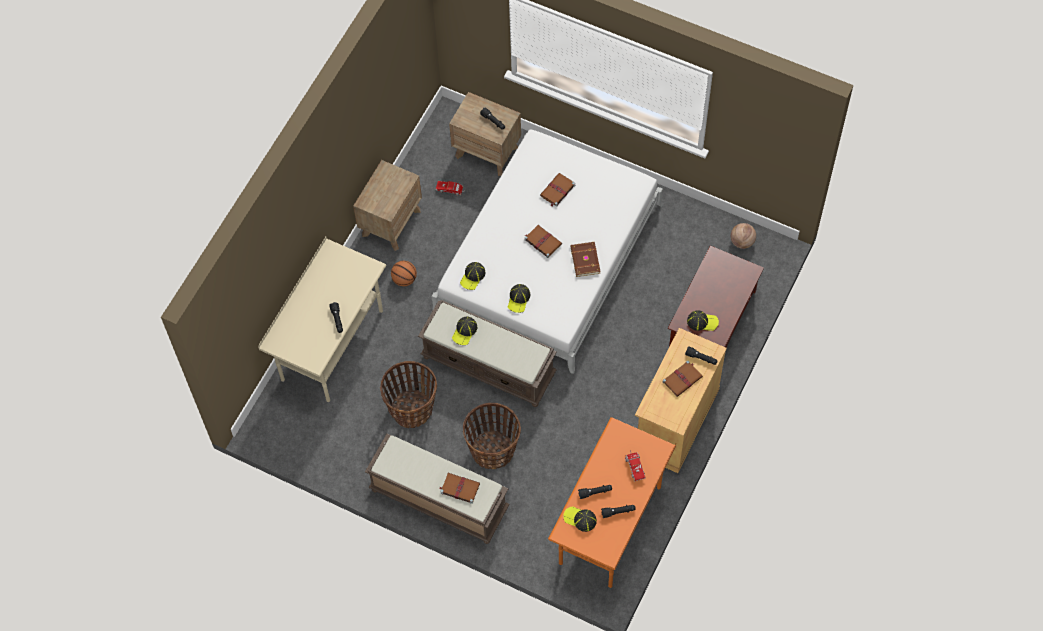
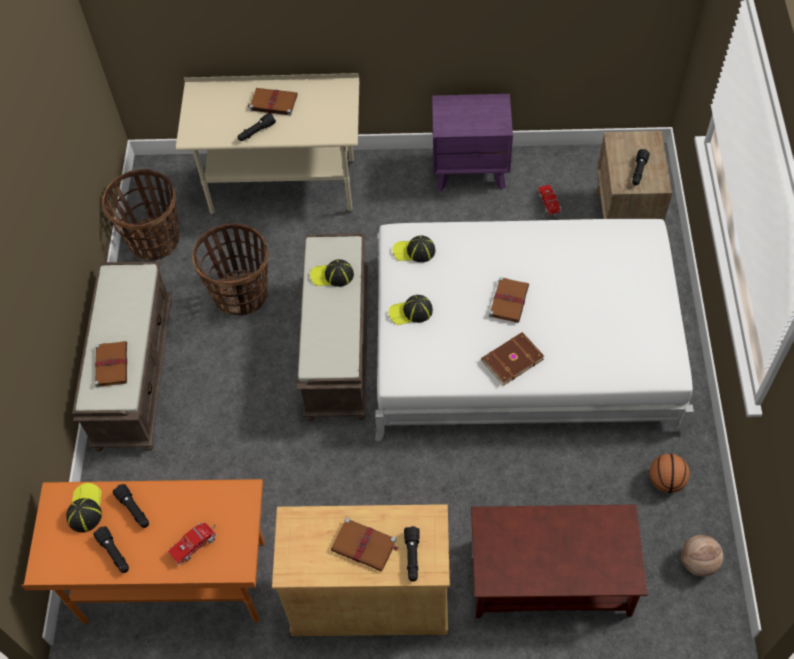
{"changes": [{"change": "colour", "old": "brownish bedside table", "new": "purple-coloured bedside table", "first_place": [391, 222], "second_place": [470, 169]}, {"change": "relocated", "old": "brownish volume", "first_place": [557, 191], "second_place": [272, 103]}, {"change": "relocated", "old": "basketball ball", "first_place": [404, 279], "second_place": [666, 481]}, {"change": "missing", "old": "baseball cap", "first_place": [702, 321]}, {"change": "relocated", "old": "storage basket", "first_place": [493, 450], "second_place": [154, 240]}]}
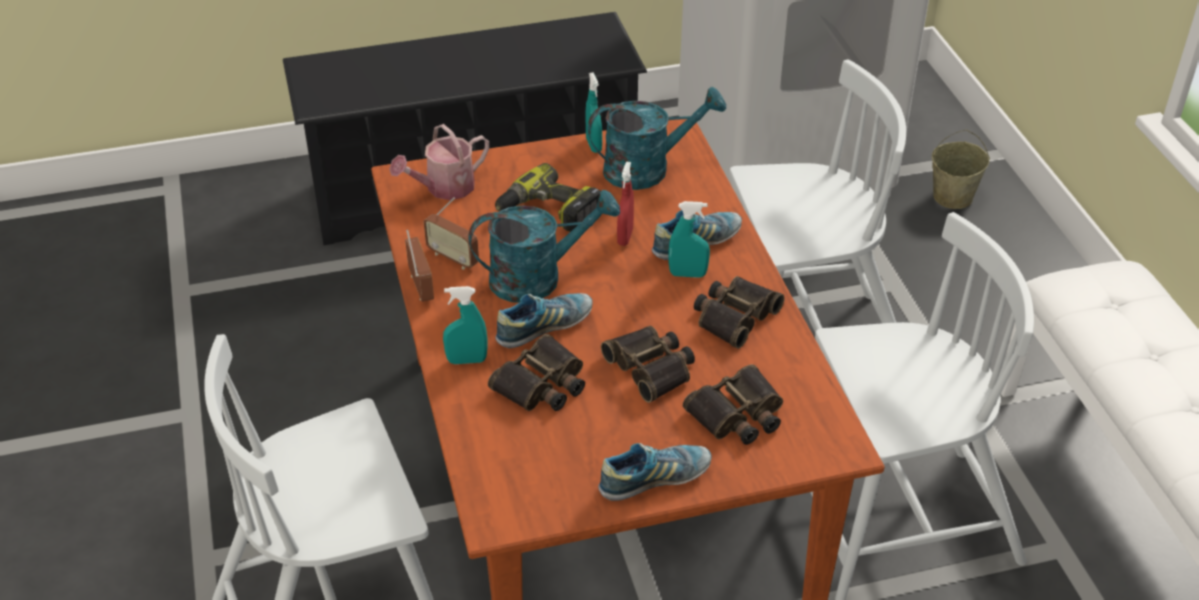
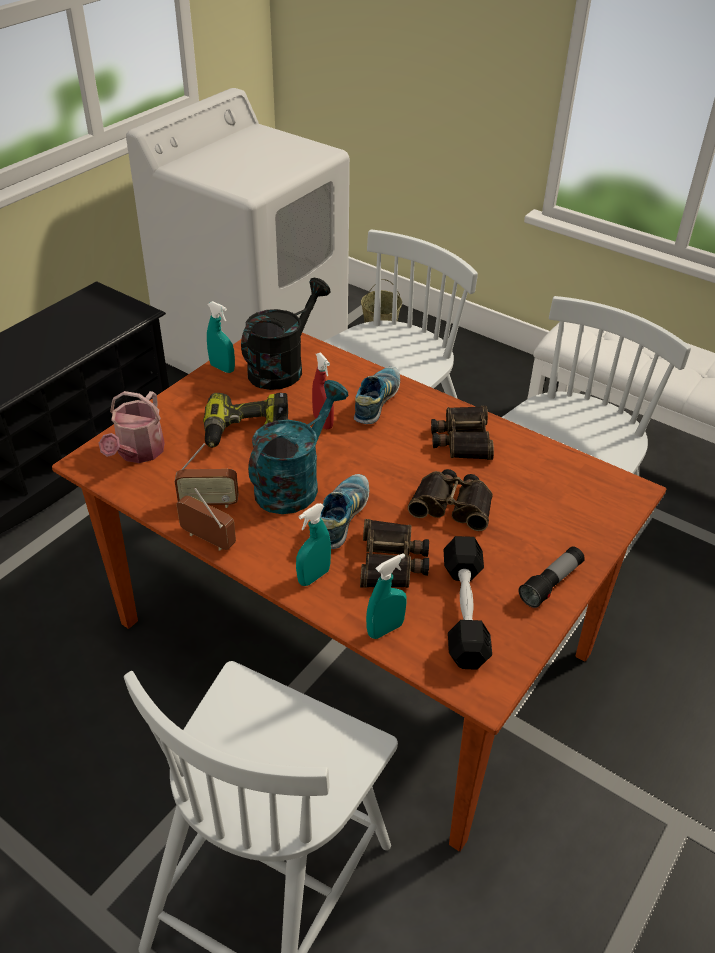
{"changes": [{"change": "colour", "old": "turquoise sprinkling can", "new": "black sprinkling can", "first_place": [648, 169], "second_place": [282, 367]}, {"change": "relocated", "old": "turquoise spray bottle", "first_place": [687, 274], "second_place": [385, 629]}, {"change": "missing", "old": "binoculars", "first_place": [738, 415]}, {"change": "exchanged", "old": "item of footwear", "new": "torch", "first_place": [654, 479], "second_place": [551, 583]}, {"change": "appeared", "new": "black dumbbell", "second_place": [464, 612]}]}
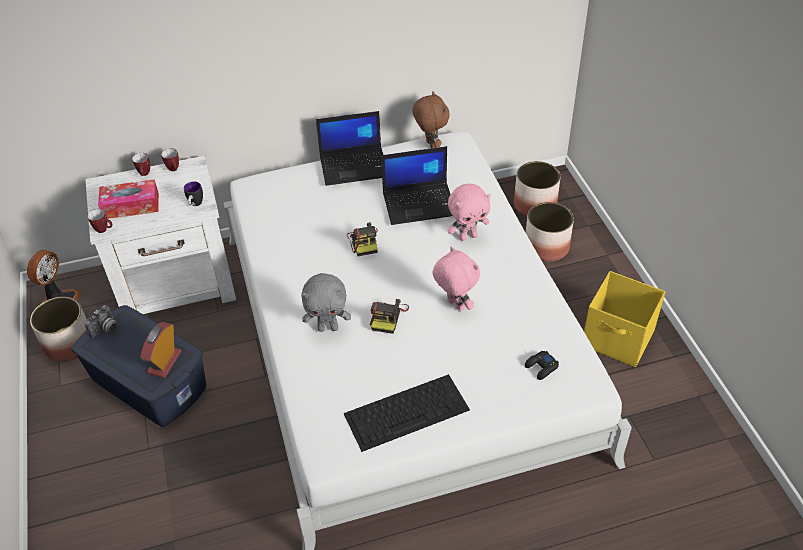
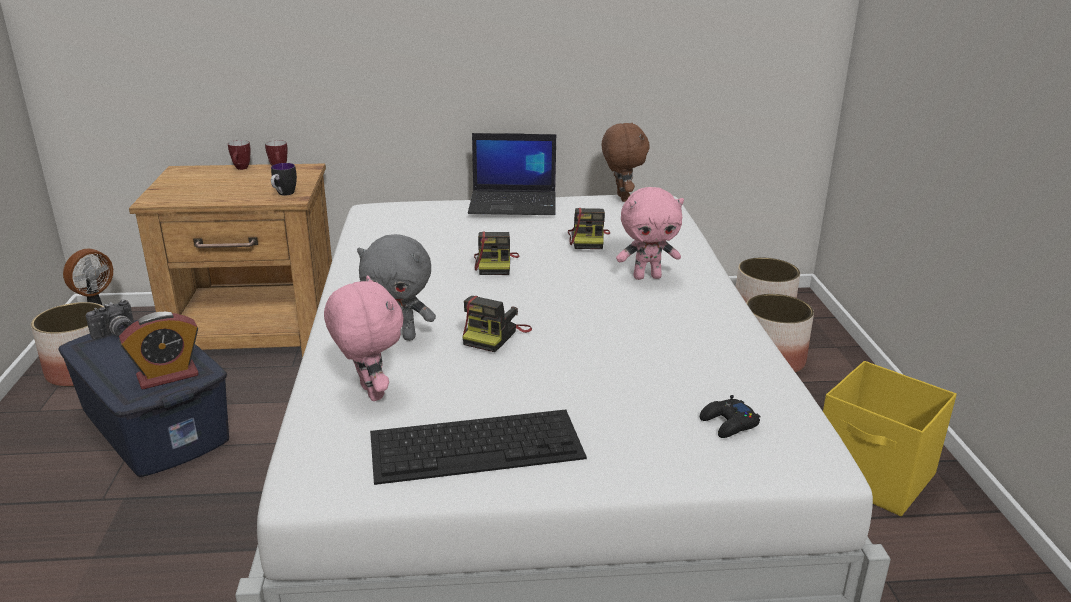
{"changes": [{"change": "exchanged", "old": "notebook computer", "new": "photo camera", "first_place": [420, 203], "second_place": [588, 239]}, {"change": "colour", "old": "white-coloured bedside table", "new": "brownish bedside table", "first_place": [178, 283], "second_place": [259, 333]}, {"change": "missing", "old": "tissue holder", "first_place": [131, 206]}, {"change": "missing", "old": "coffee mug", "first_place": [104, 230]}, {"change": "relocated", "old": "pink-coloured soft toy", "first_place": [454, 305], "second_place": [369, 393]}, {"change": "spun", "old": "bedside clock", "first_place": [164, 362], "second_place": [167, 376], "degrees": -150}]}
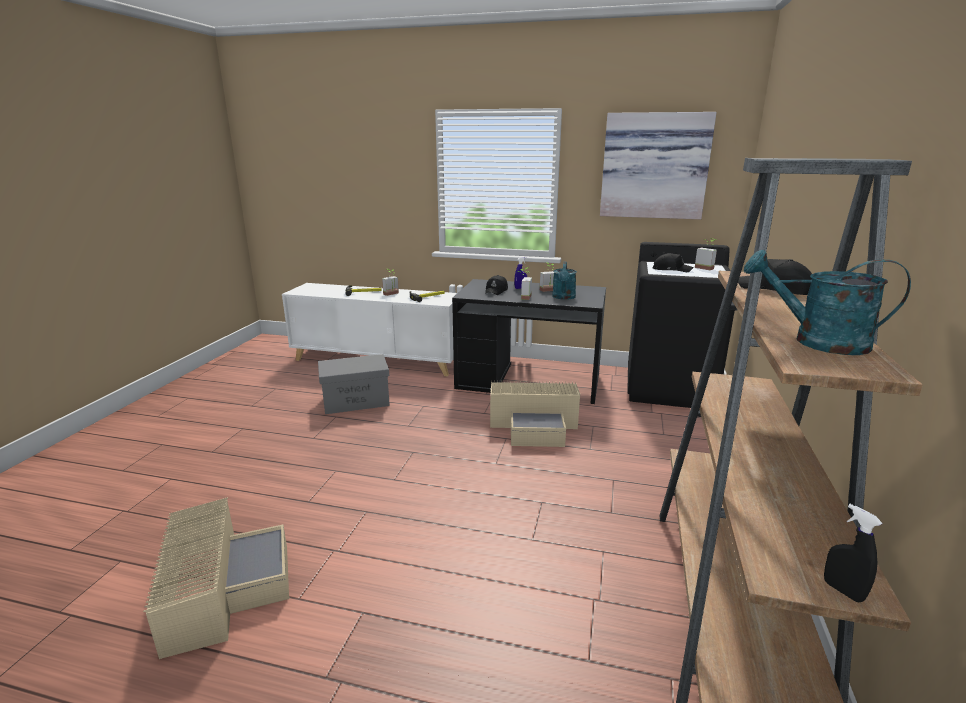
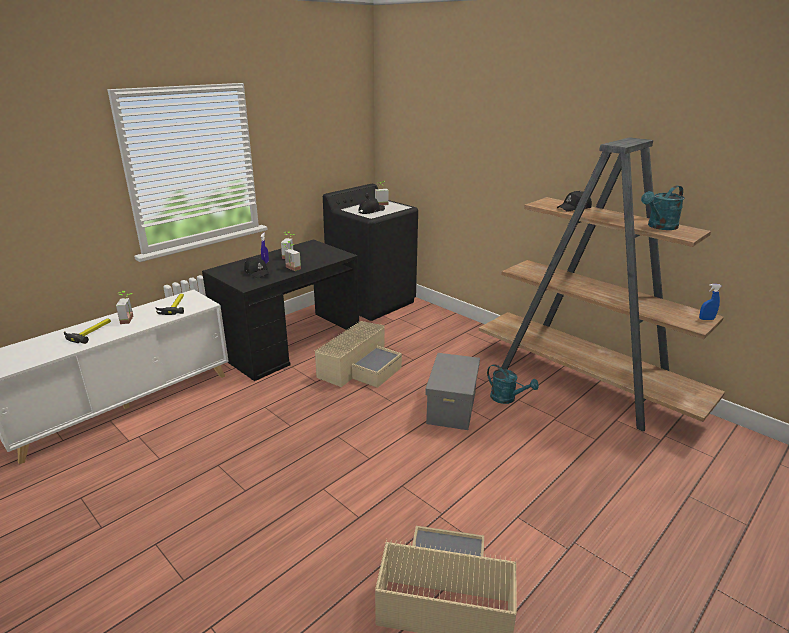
{"changes": [{"change": "missing", "old": "wall art", "first_place": [654, 166]}, {"change": "relocated", "old": "turquoise sprinkling can", "first_place": [563, 297], "second_place": [507, 398]}, {"change": "relocated", "old": "grey storage container", "first_place": [356, 401], "second_place": [451, 407]}, {"change": "colour", "old": "black spray bottle", "new": "blue spray bottle", "first_place": [842, 591], "second_place": [706, 319]}]}
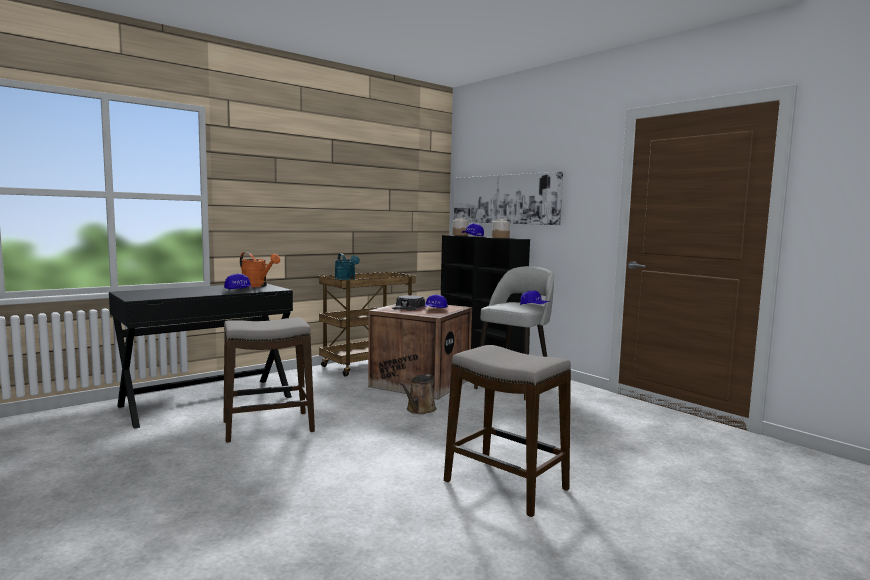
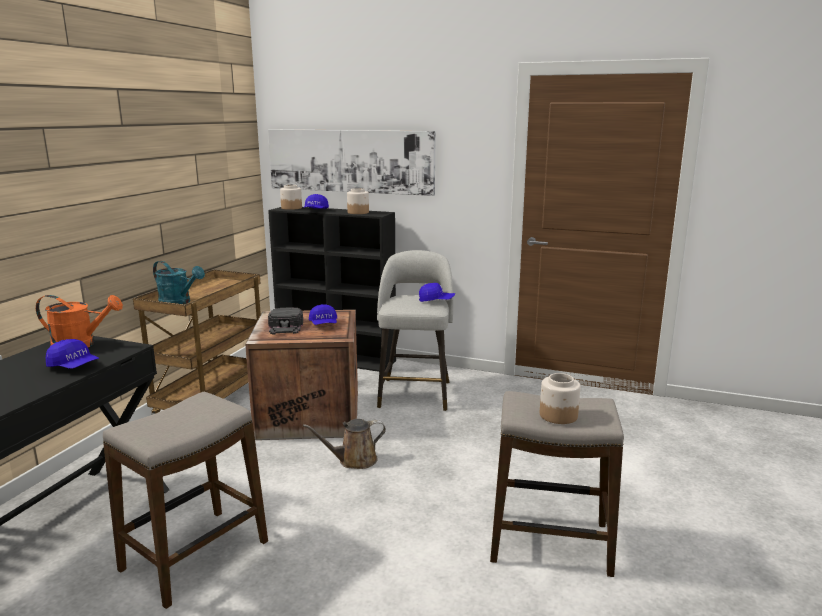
{"changes": [{"change": "spun", "old": "brownish sprinkling can", "first_place": [419, 410], "second_place": [354, 460], "degrees": 75}, {"change": "appeared", "new": "preserve jar", "second_place": [557, 415]}]}
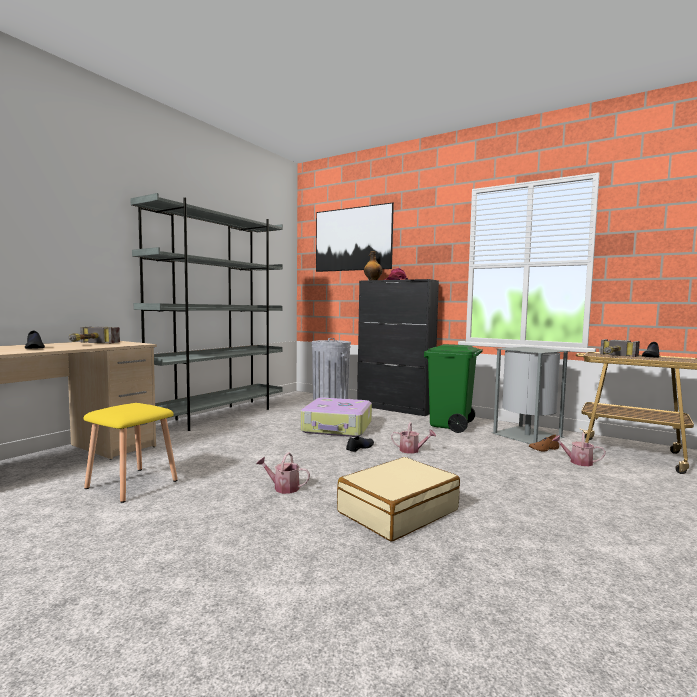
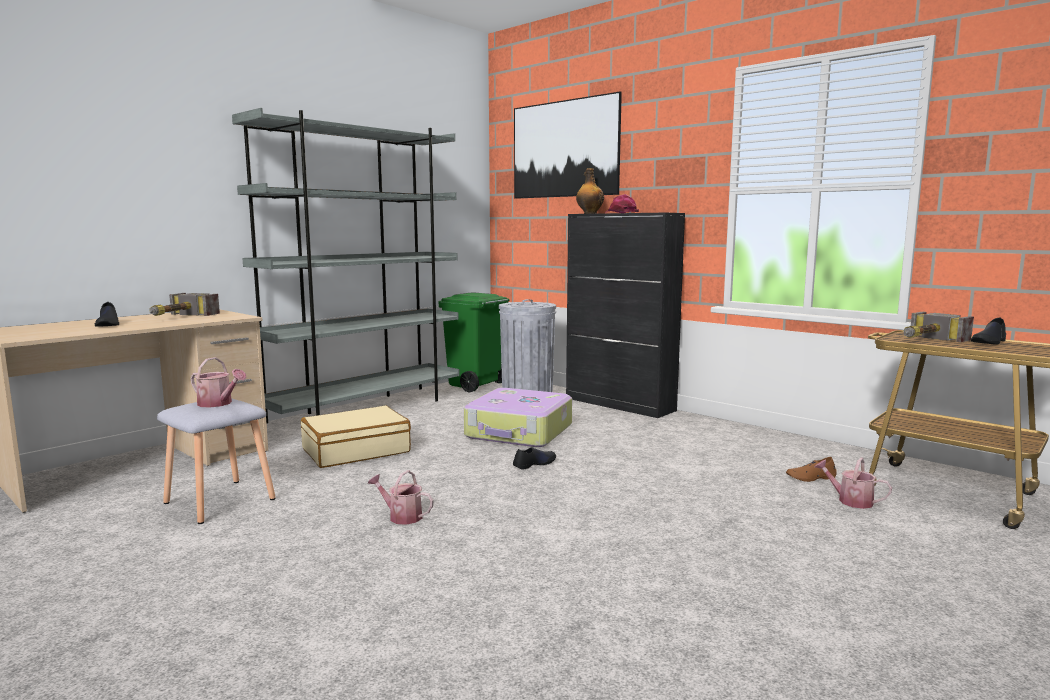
{"changes": [{"change": "relocated", "old": "green rubbish bin", "first_place": [450, 425], "second_place": [475, 385]}, {"change": "missing", "old": "grey rubbish bin", "first_place": [528, 435]}, {"change": "colour", "old": "yellow-coloured stool seat", "new": "grey stool seat", "first_place": [131, 485], "second_place": [218, 501]}, {"change": "relocated", "old": "sprinkling can", "first_place": [412, 450], "second_place": [218, 404]}, {"change": "relocated", "old": "beige suitcase", "first_place": [397, 511], "second_place": [356, 450]}]}
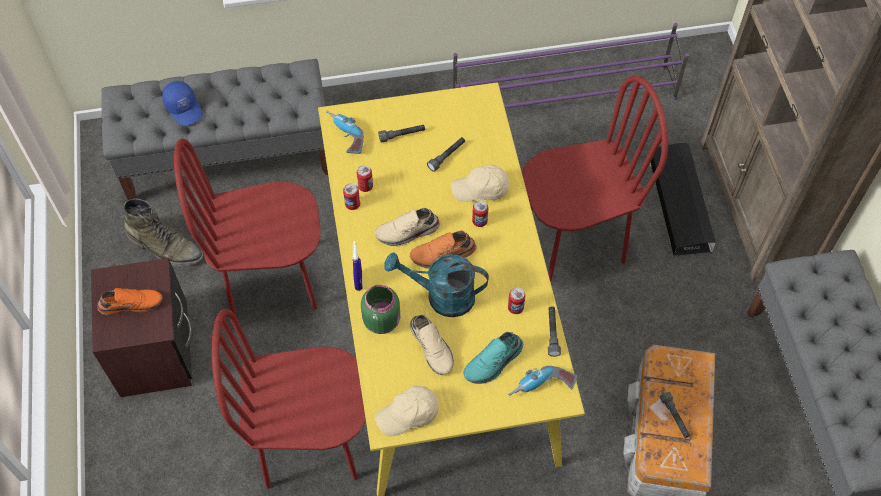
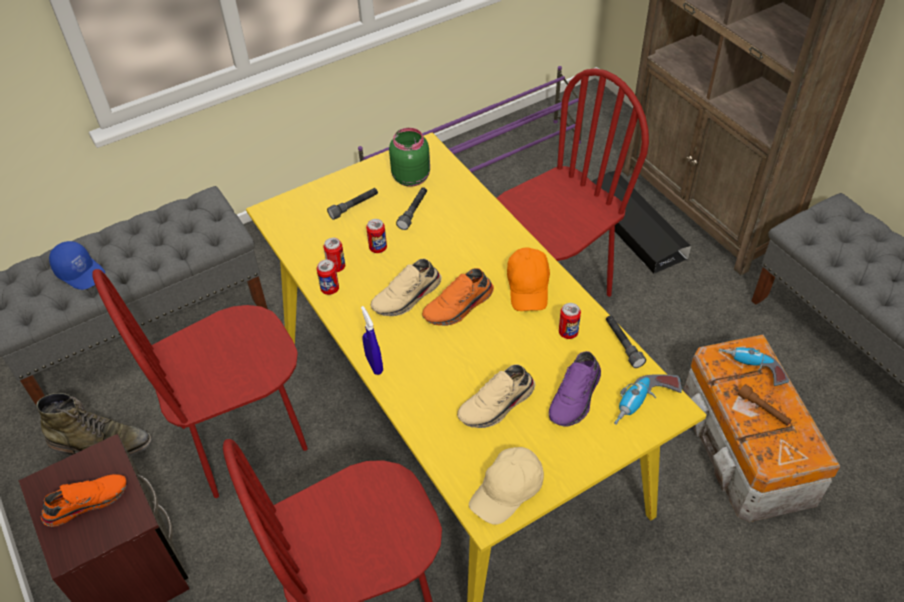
{"changes": [{"change": "relocated", "old": "electric drill", "first_place": [344, 136], "second_place": [751, 369]}, {"change": "missing", "old": "beige baseball cap", "first_place": [481, 189]}, {"change": "relocated", "old": "sealed can", "first_place": [479, 221], "second_place": [378, 248]}, {"change": "missing", "old": "turquoise sprinkling can", "first_place": [441, 296]}, {"change": "relocated", "old": "green preserve jar", "first_place": [382, 320], "second_place": [411, 177]}, {"change": "spun", "old": "beige item of footwear", "first_place": [433, 347], "second_place": [497, 405], "degrees": 105}, {"change": "colour", "old": "turquoise item of footwear", "new": "purple-coloured item of footwear", "first_place": [494, 363], "second_place": [576, 397]}, {"change": "colour", "old": "grey torch", "new": "brownish torch", "first_place": [674, 417], "second_place": [763, 410]}, {"change": "appeared", "new": "orange-coloured baseball cap", "second_place": [528, 287]}]}
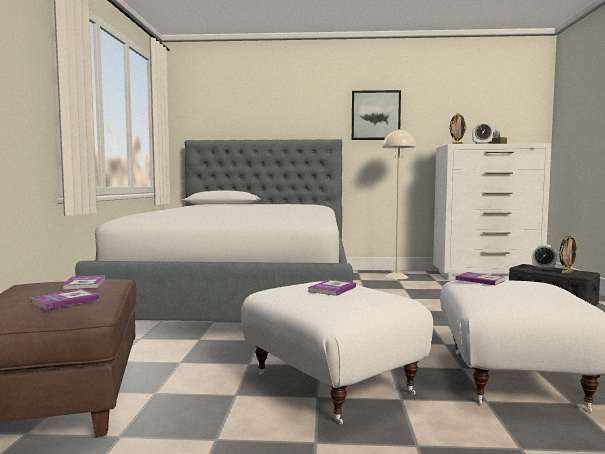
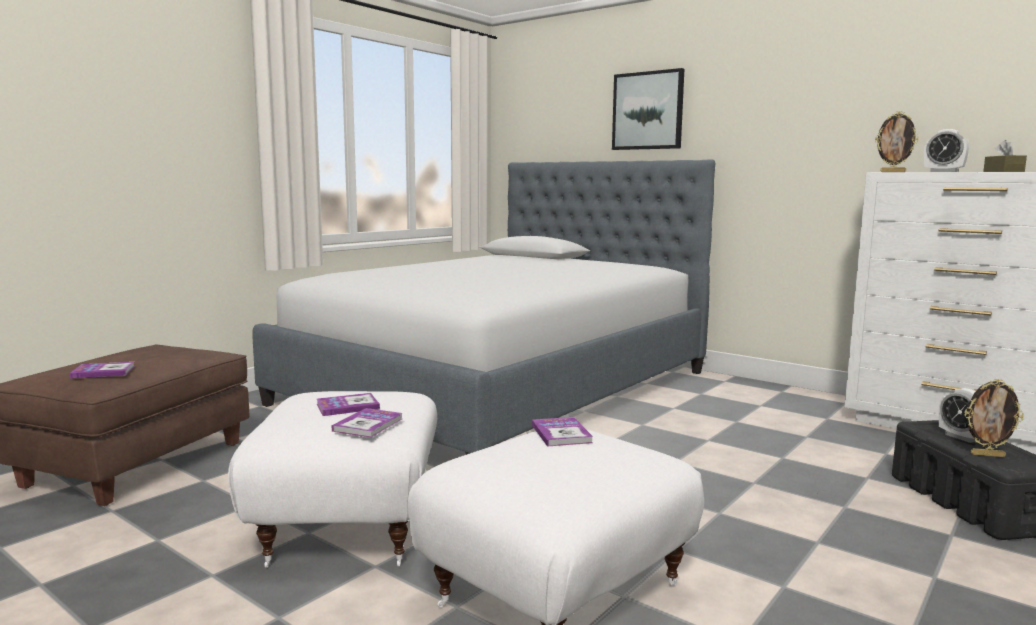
{"changes": [{"change": "relocated", "old": "wall art", "first_place": [375, 115], "second_place": [648, 111]}, {"change": "missing", "old": "beige floor lamp", "first_place": [396, 276]}, {"change": "relocated", "old": "volume", "first_place": [84, 284], "second_place": [368, 425]}]}
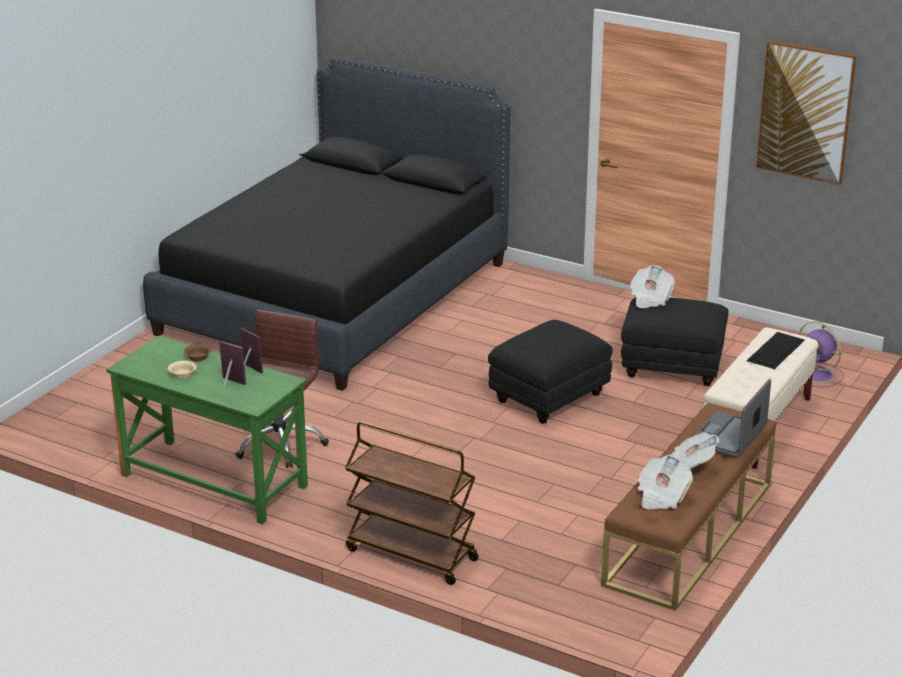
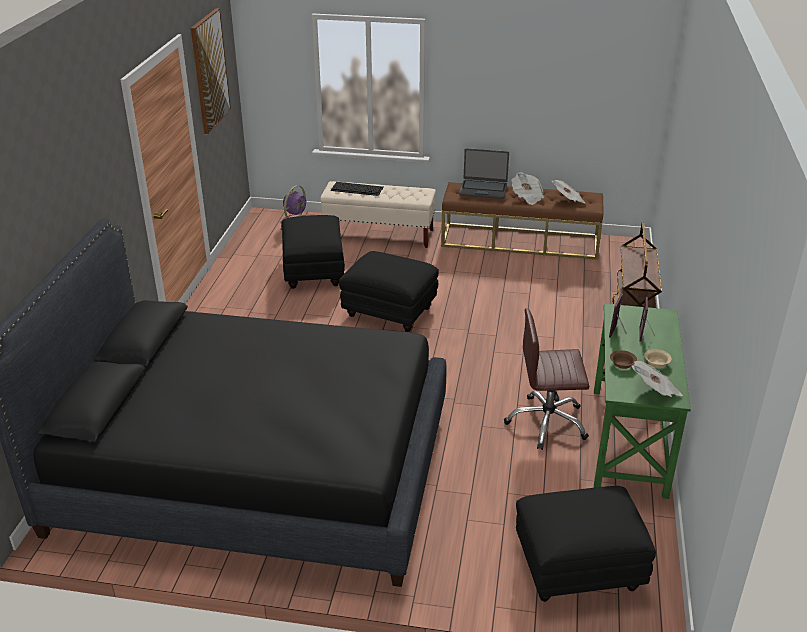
{"changes": [{"change": "relocated", "old": "daily paper", "first_place": [650, 299], "second_place": [655, 391]}, {"change": "appeared", "new": "black pouffe", "second_place": [576, 569]}]}
